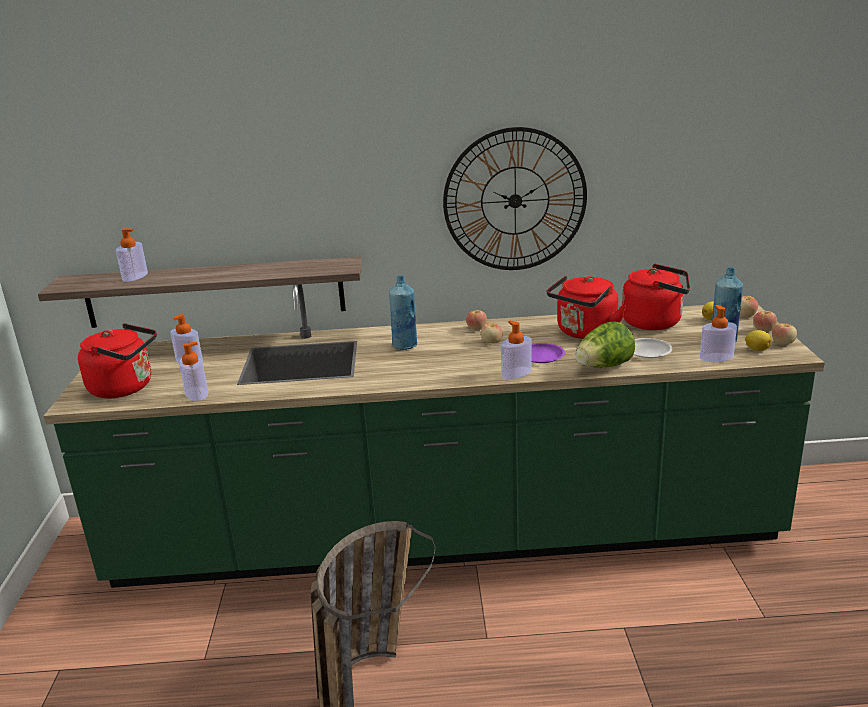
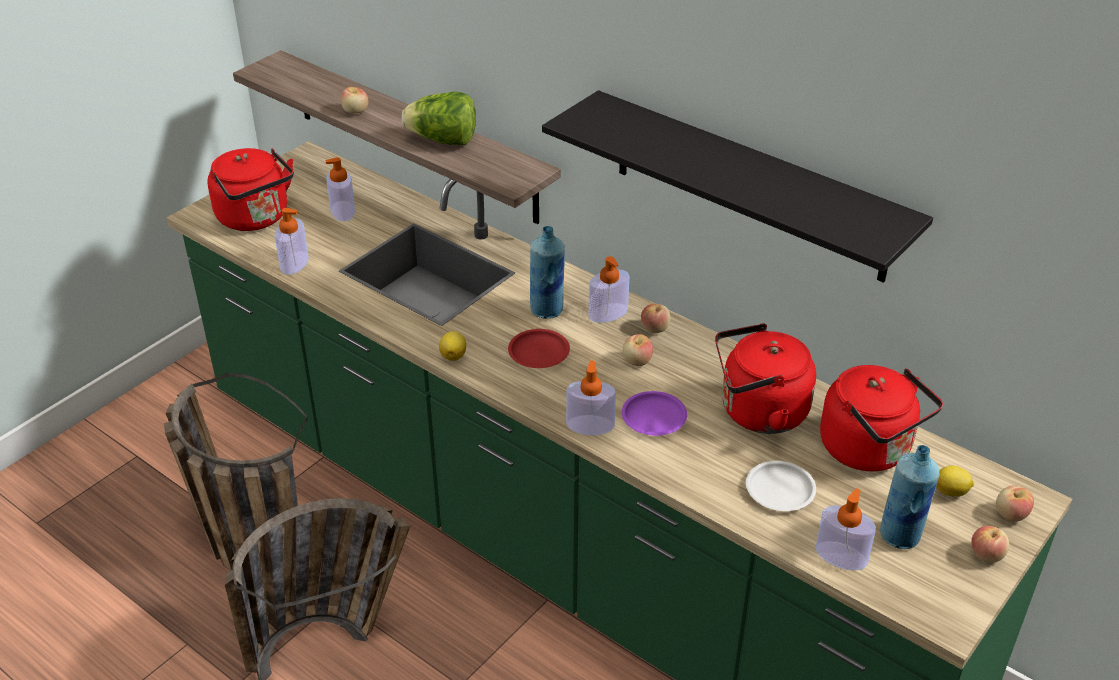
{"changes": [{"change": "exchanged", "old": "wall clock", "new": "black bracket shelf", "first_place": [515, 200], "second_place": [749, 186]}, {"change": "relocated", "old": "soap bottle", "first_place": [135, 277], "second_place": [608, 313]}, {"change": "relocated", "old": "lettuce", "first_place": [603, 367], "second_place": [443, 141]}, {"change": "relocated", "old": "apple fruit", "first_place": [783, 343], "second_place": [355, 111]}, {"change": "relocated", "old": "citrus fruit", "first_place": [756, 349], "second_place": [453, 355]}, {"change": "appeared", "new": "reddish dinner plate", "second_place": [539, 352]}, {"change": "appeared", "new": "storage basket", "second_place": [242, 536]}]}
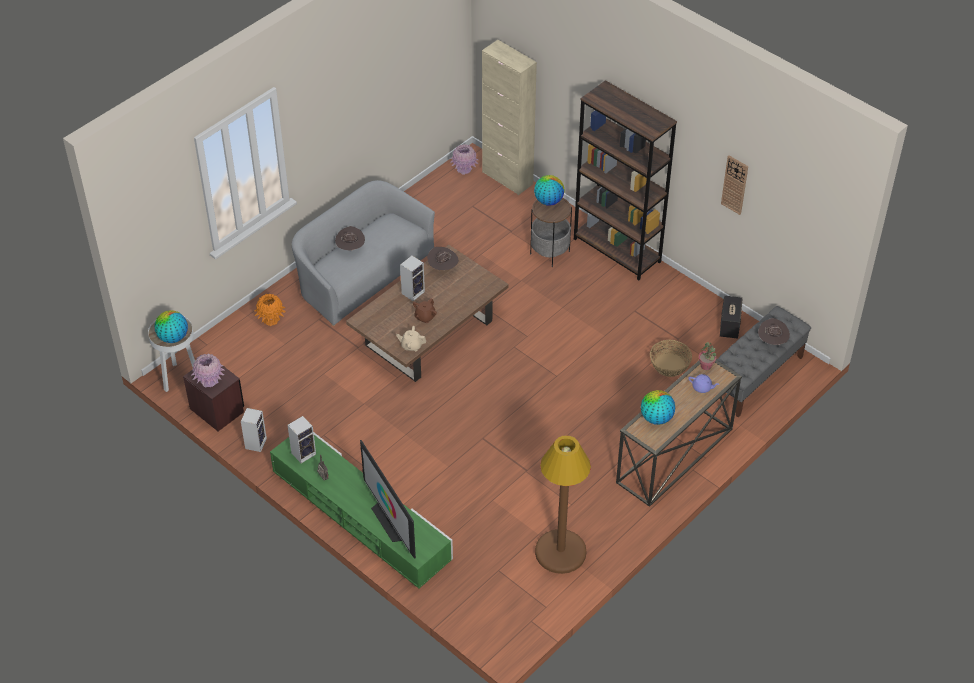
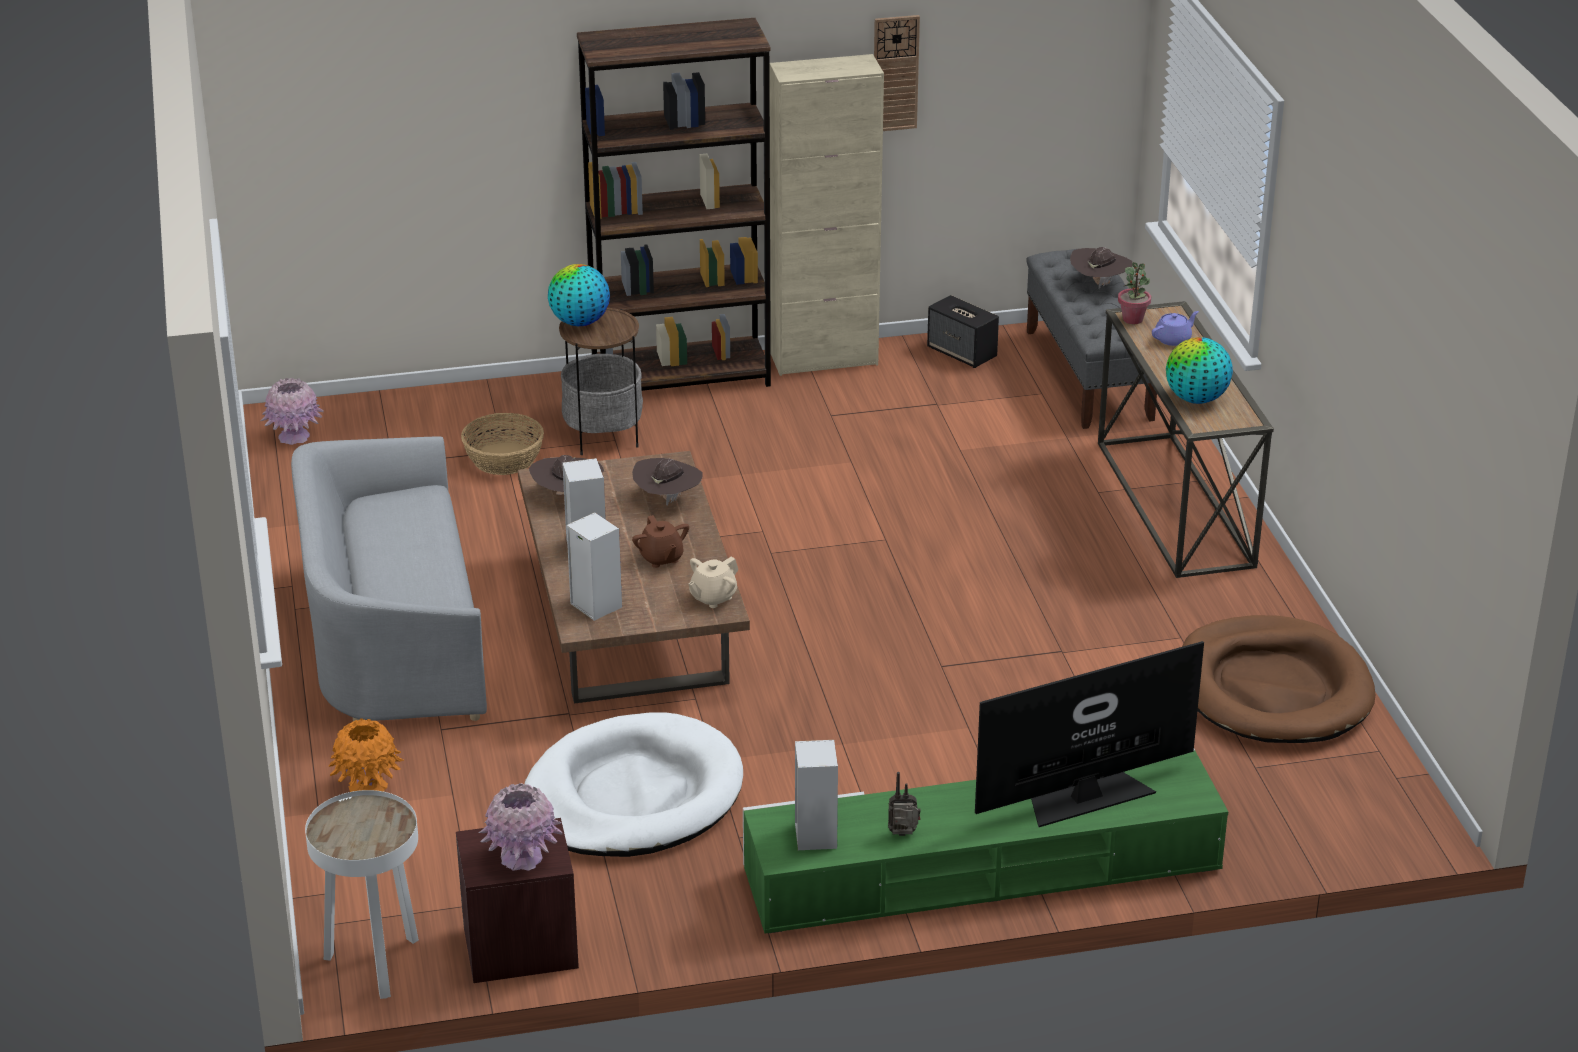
{"changes": [{"change": "relocated", "old": "beige storage cabinet", "first_place": [507, 178], "second_place": [824, 359]}, {"change": "relocated", "old": "brownish hat", "first_place": [350, 248], "second_place": [668, 499]}, {"change": "missing", "old": "desk globe", "first_place": [173, 337]}, {"change": "relocated", "old": "storage basket", "first_place": [670, 365], "second_place": [504, 458]}, {"change": "relocated", "old": "speaker", "first_place": [255, 443], "second_place": [594, 605]}, {"change": "exchanged", "old": "brownish floor lamp", "new": "brownish dog cushion", "first_place": [560, 552], "second_place": [1273, 689]}, {"change": "spun", "old": "TV set", "first_place": [391, 521], "second_place": [1086, 797], "degrees": 150}, {"change": "appeared", "new": "white-coloured dog cushion", "second_place": [633, 796]}]}
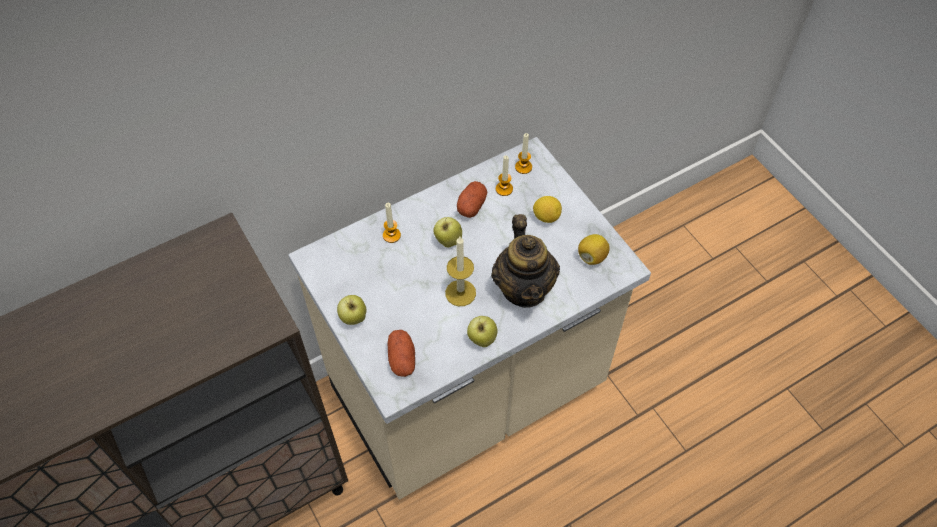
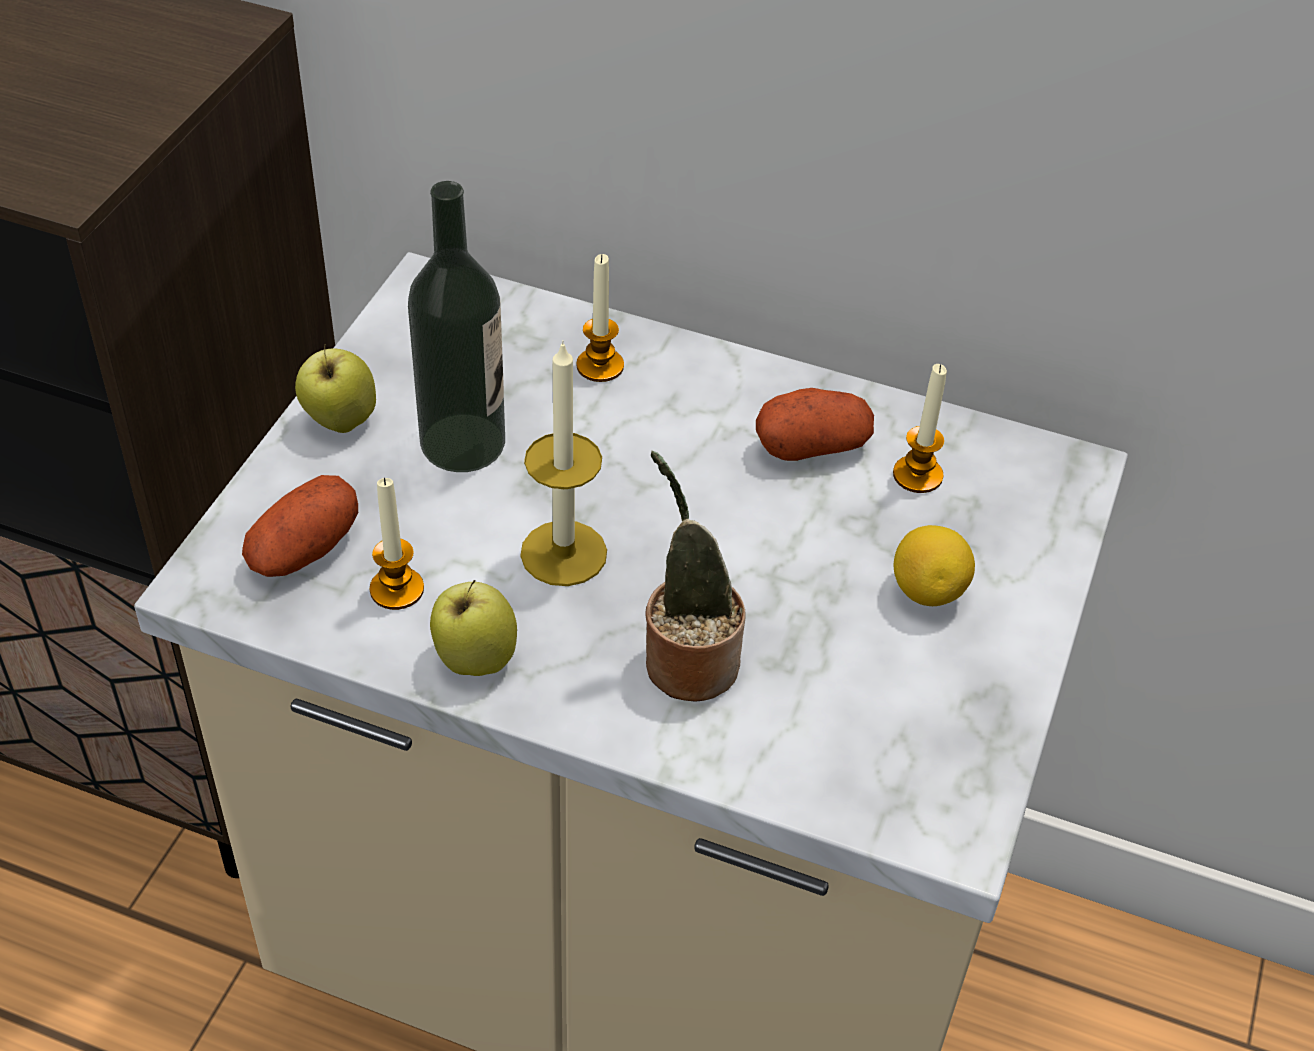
{"changes": [{"change": "relocated", "old": "wax light", "first_place": [523, 167], "second_place": [397, 589]}, {"change": "exchanged", "old": "pot for tea", "new": "houseplant", "first_place": [524, 288], "second_place": [686, 660]}, {"change": "missing", "old": "apple fruit", "first_place": [448, 241]}, {"change": "missing", "old": "citrus fruit", "first_place": [592, 256]}, {"change": "appeared", "new": "beverage bottle", "second_place": [463, 443]}]}
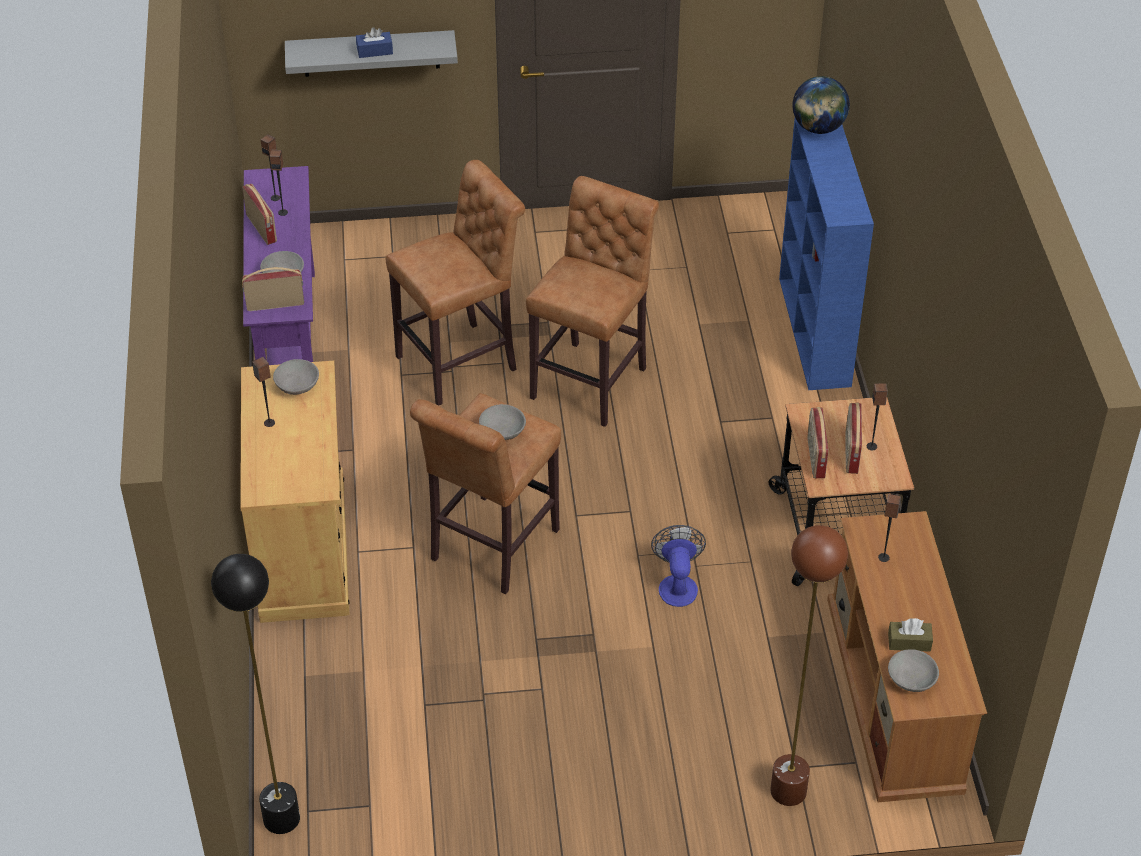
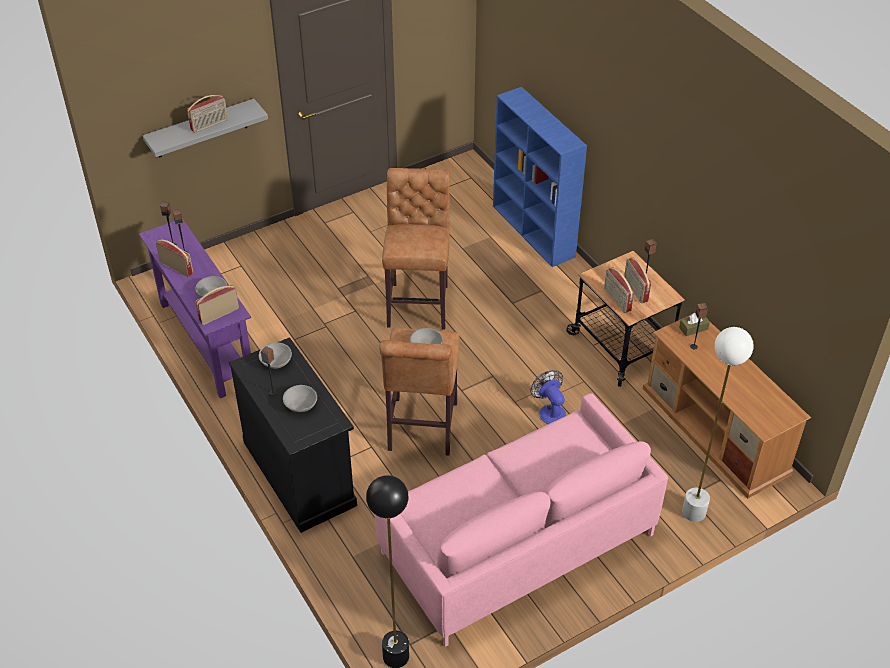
{"changes": [{"change": "exchanged", "old": "blue tissue holder", "new": "radio set", "first_place": [374, 51], "second_place": [209, 125]}, {"change": "missing", "old": "desk globe", "first_place": [818, 128]}, {"change": "missing", "old": "brownish stool seat", "first_place": [462, 361]}, {"change": "colour", "old": "beige storage cabinet", "new": "black storage cabinet", "first_place": [304, 548], "second_place": [299, 473]}, {"change": "colour", "old": "brownish floor lamp", "new": "white-coloured floor lamp", "first_place": [788, 791], "second_place": [693, 512]}, {"change": "relocated", "old": "brownish tissue holder", "first_place": [909, 642], "second_place": [693, 328]}, {"change": "relocated", "old": "grey deep dish", "first_place": [911, 680], "second_place": [300, 405]}, {"change": "appeared", "new": "pink-coloured sofa", "second_place": [517, 543]}]}
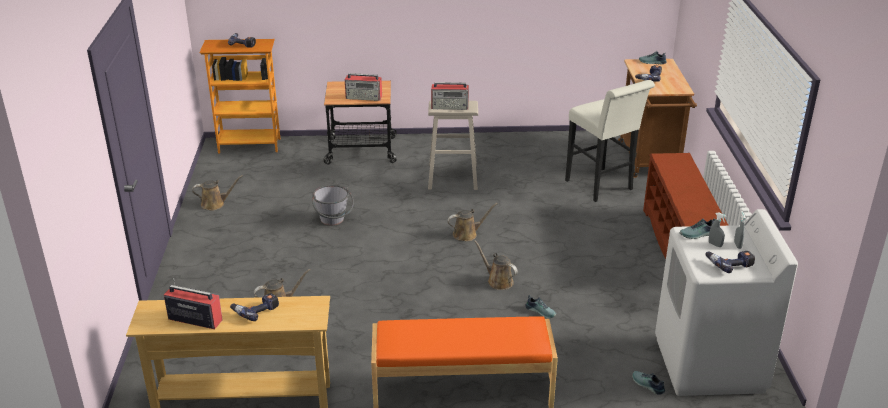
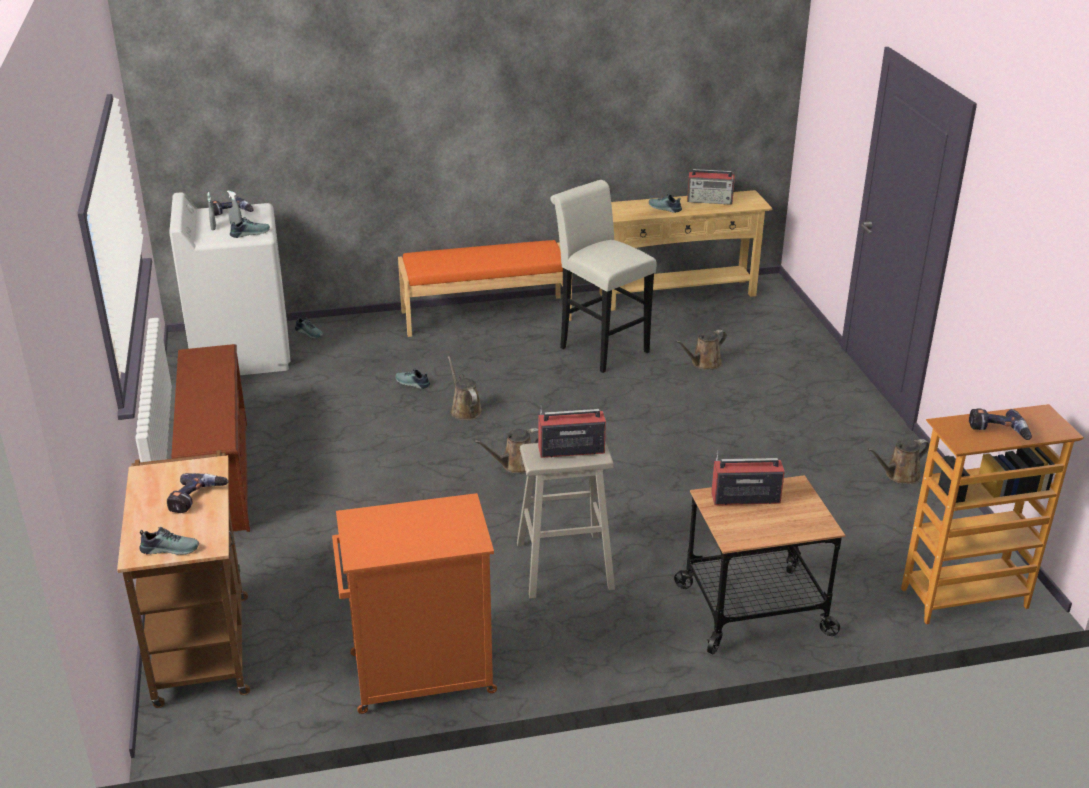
{"changes": [{"change": "relocated", "old": "white-coloured stool seat", "first_place": [602, 187], "second_place": [599, 347]}, {"change": "missing", "old": "grey water bucket", "first_place": [333, 222]}, {"change": "spun", "old": "brownish sprinkling can", "first_place": [498, 281], "second_place": [464, 410], "degrees": -150}, {"change": "exchanged", "old": "electric drill", "new": "item of footwear", "first_place": [255, 310], "second_place": [664, 208]}, {"change": "appeared", "new": "orange-coloured storage cabinet", "second_place": [419, 674]}]}
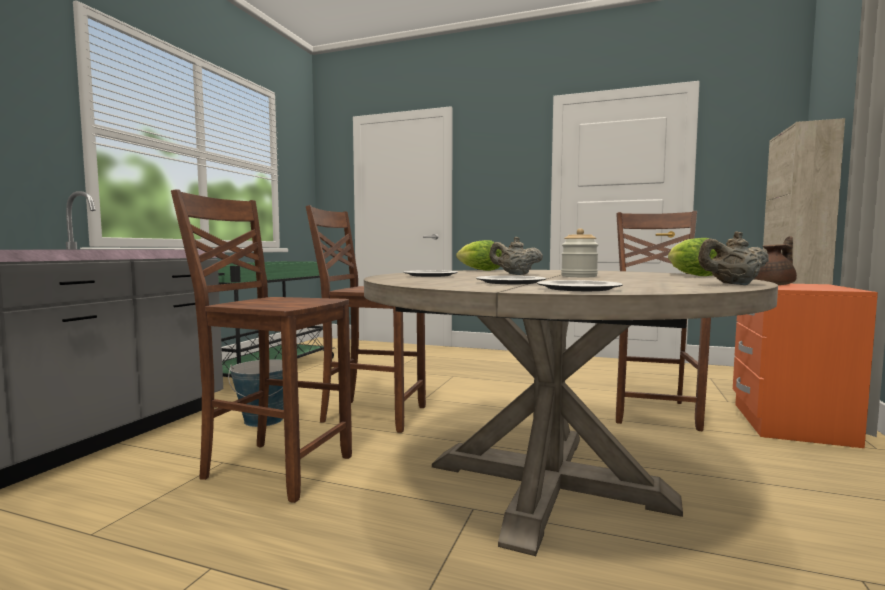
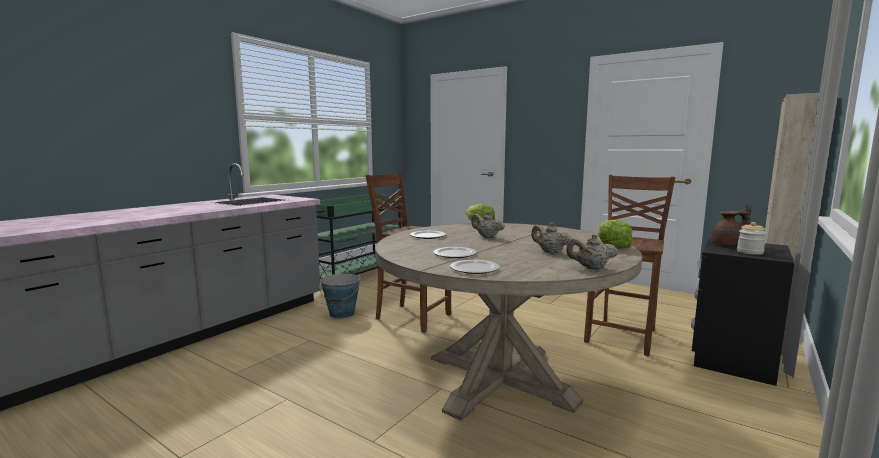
{"changes": [{"change": "missing", "old": "brownish chair", "first_place": [275, 467]}, {"change": "relocated", "old": "preserve jar", "first_place": [579, 276], "second_place": [750, 252]}, {"change": "colour", "old": "orange-coloured bedside table", "new": "black bedside table", "first_place": [788, 424], "second_place": [731, 358]}, {"change": "appeared", "new": "beige pot for tea", "second_place": [549, 252]}]}
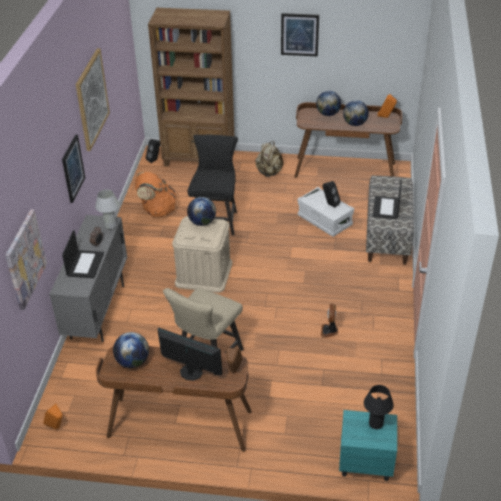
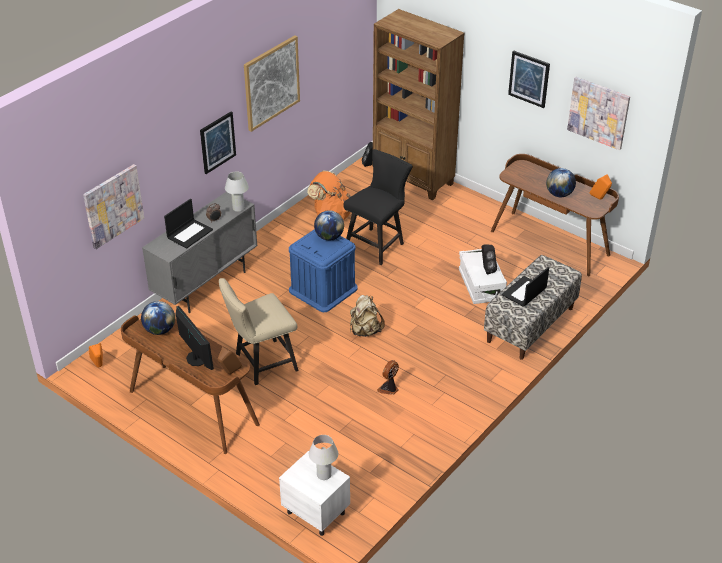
{"changes": [{"change": "missing", "old": "desk globe", "first_place": [328, 114]}, {"change": "relocated", "old": "beige rucksack", "first_place": [269, 173], "second_place": [365, 331]}, {"change": "colour", "old": "beige storage container", "new": "blue storage container", "first_place": [204, 273], "second_place": [323, 289]}, {"change": "colour", "old": "black table lamp", "new": "white-coloured table lamp", "first_place": [376, 424], "second_place": [324, 475]}, {"change": "colour", "old": "turquoise bedside table", "new": "white-coloured bedside table", "first_place": [364, 463], "second_place": [315, 512]}, {"change": "appeared", "new": "wall art", "second_place": [598, 112]}]}
